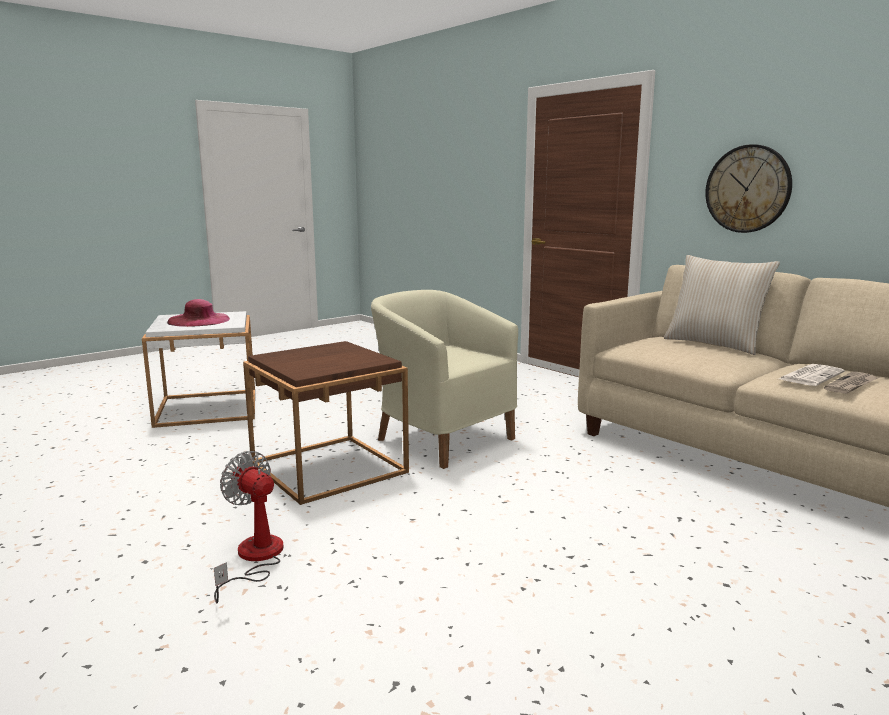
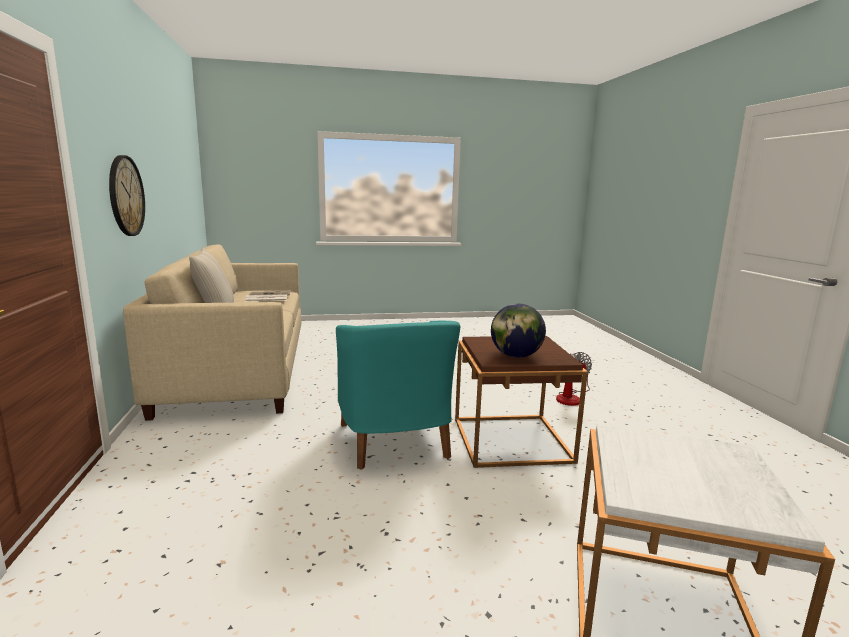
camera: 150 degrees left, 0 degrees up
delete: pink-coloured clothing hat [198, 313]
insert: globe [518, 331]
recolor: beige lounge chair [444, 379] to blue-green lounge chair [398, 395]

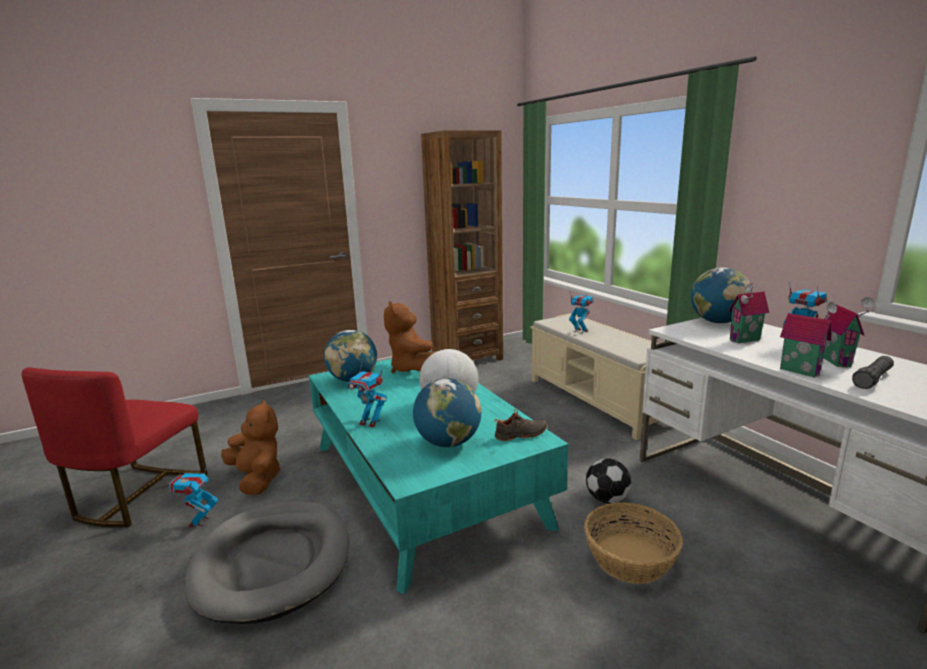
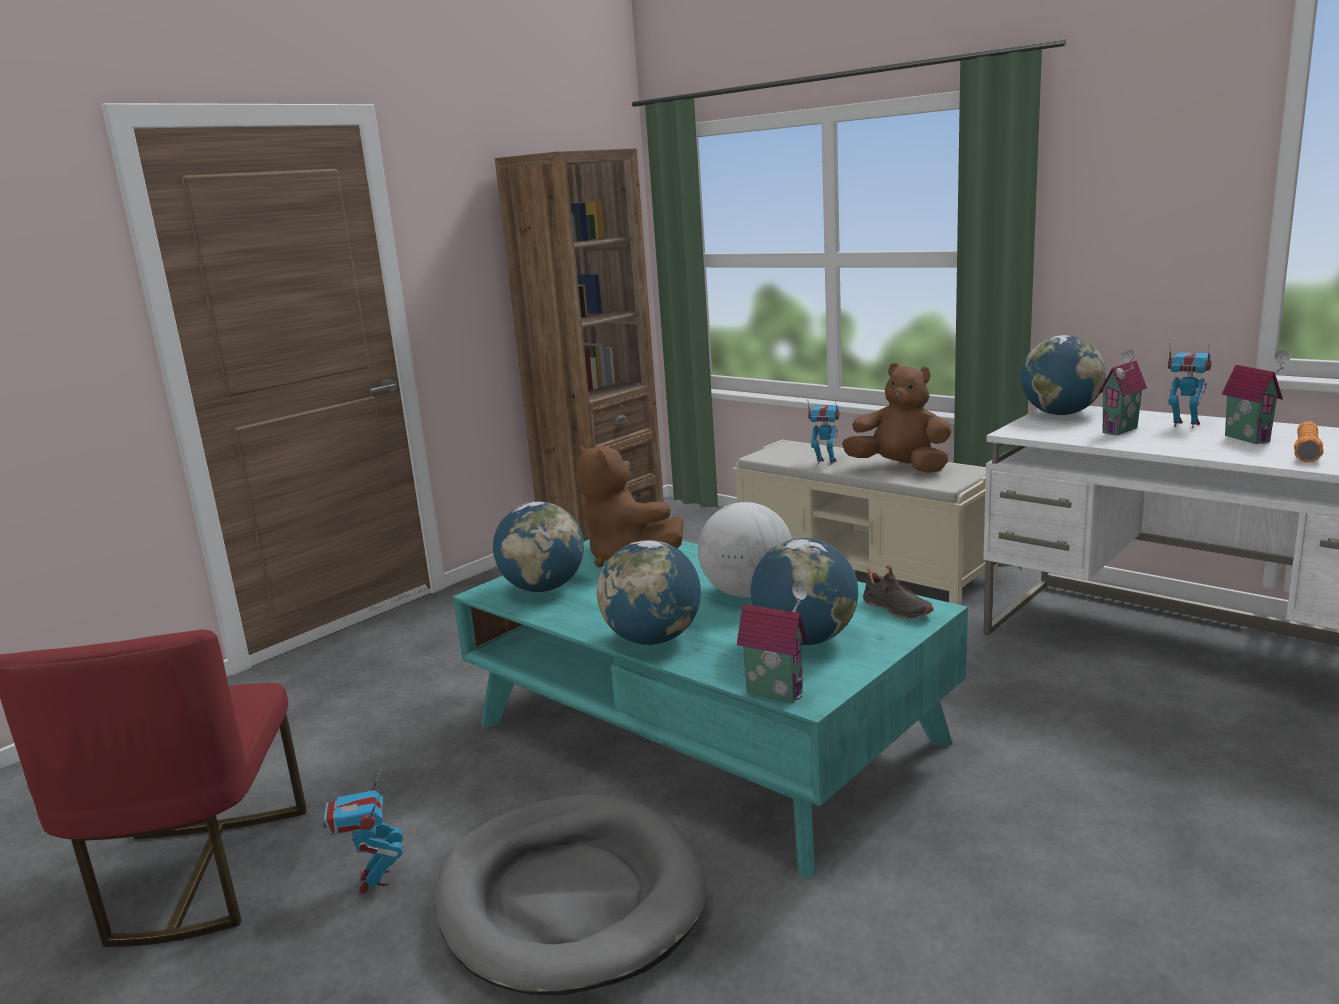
camera: 20 degrees left, 0 degrees up
delete: basket [633, 543]; football [608, 481]
move: brown-coloured cuddly toy [251, 447] to [897, 418]; toy house [809, 339] to [772, 642]
replace: model robot [367, 393] to globe [649, 592]
recolor: black-coloured torch [873, 372] to orange-coloured torch [1309, 441]
rotate: black-coloured item of footwear [520, 425] = [898, 592] 90 degrees clockwise

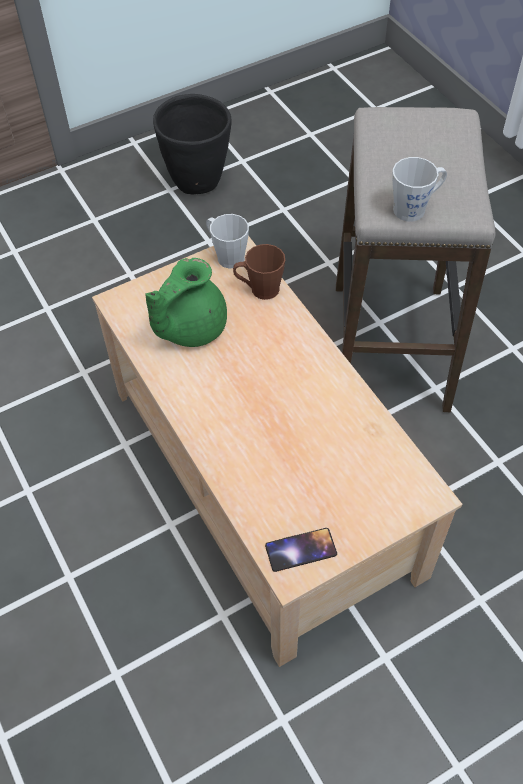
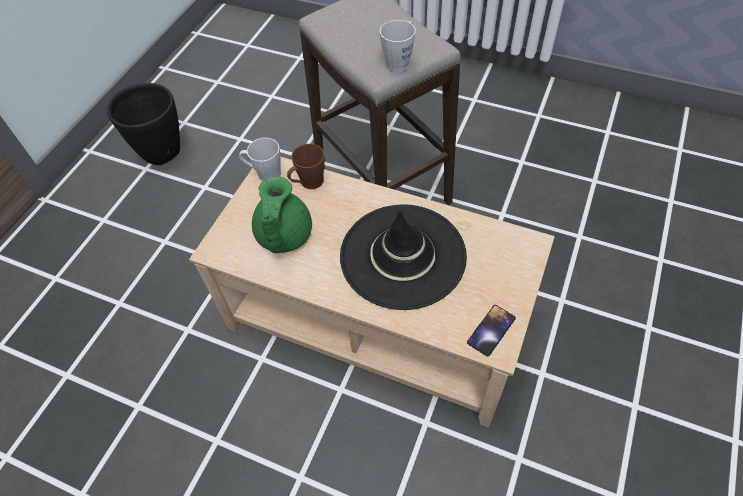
camera: 35 degrees left, 0 degrees up
insert: black-coloured clothing hat [403, 257]

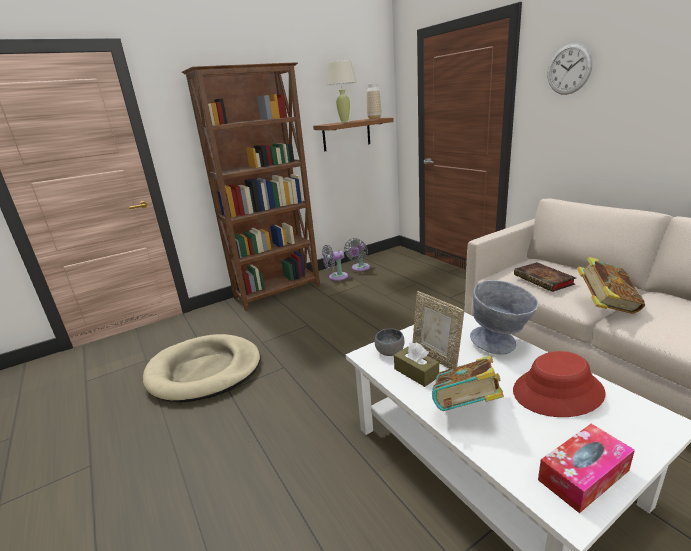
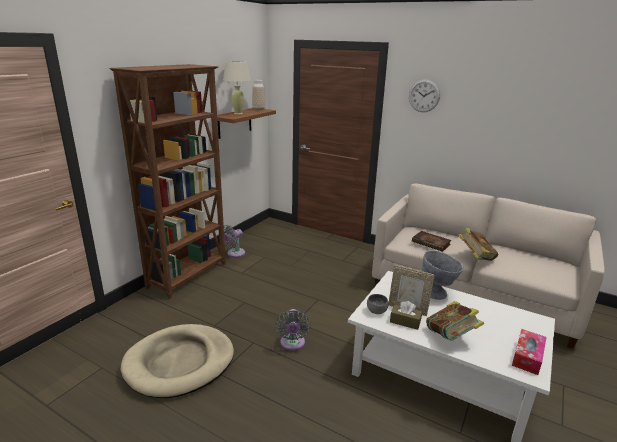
camera: 30 degrees left, 0 degrees up
delete: red clothing hat [559, 384]
move: gray cooling fan [357, 254] to [292, 329]

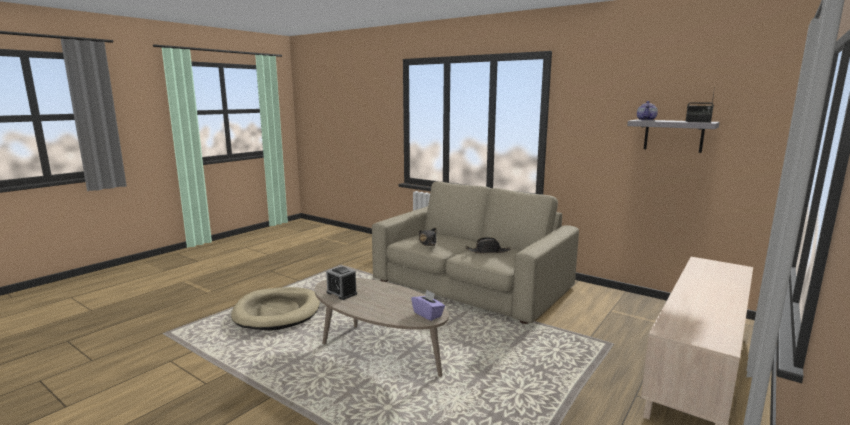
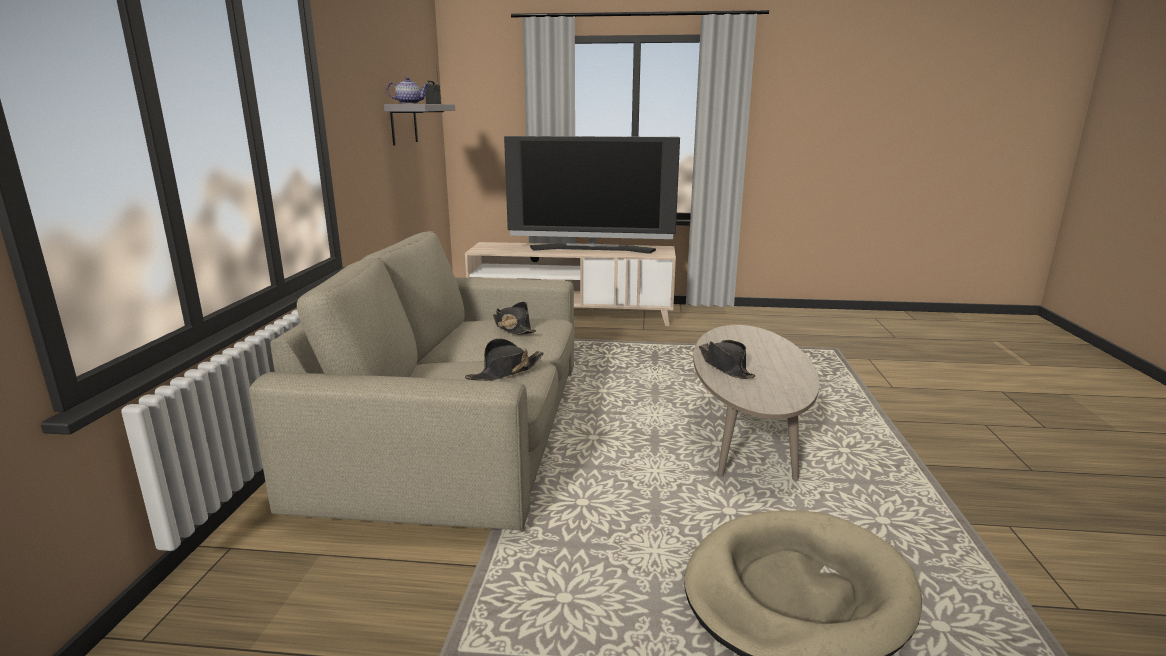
camera: 120 degrees left, 5 degrees up
delete: bedside clock [341, 283]; purplish box of tissues [428, 305]
insert: TV [592, 194]; black-coloured clothing hat [727, 359]

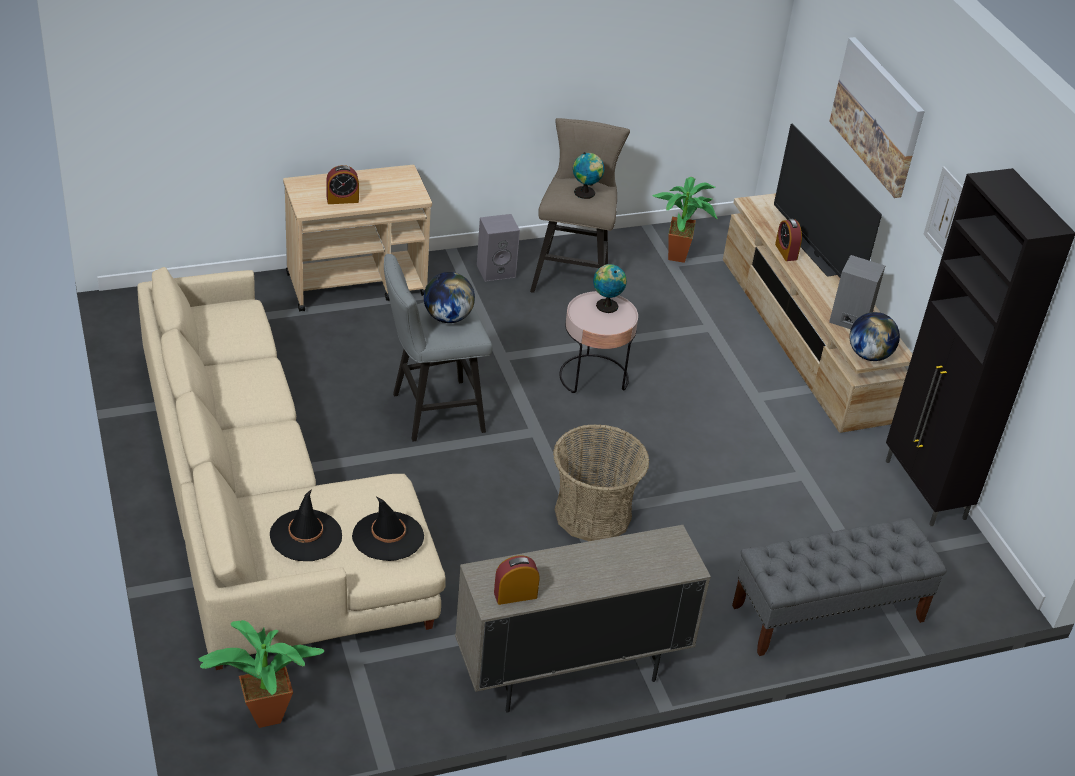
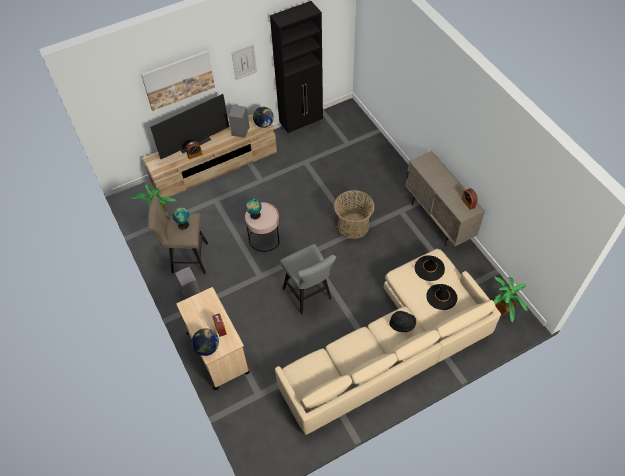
camera: 95 degrees left, 15 degrees up
delete: gray bench [839, 587]
insert: black-coloured clothing hat [402, 321]
move: globe [449, 297] to [205, 342]

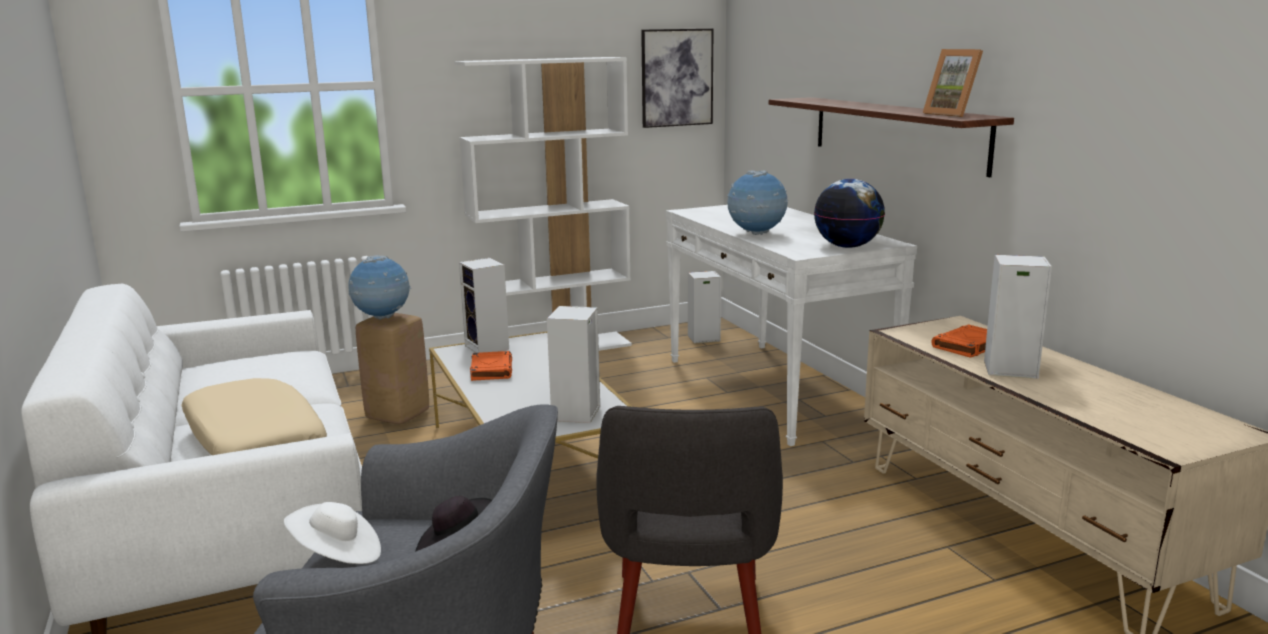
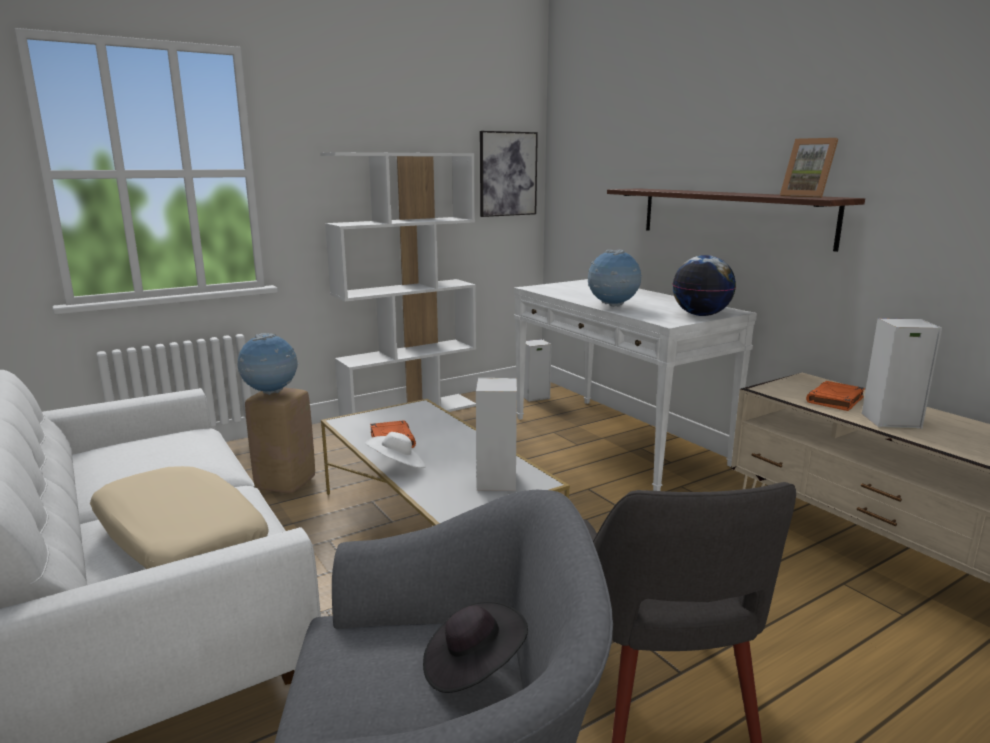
camera: 10 degrees left, 0 degrees up
delete: audio speaker [484, 305]
move: white clothing hat [332, 533] to [395, 450]

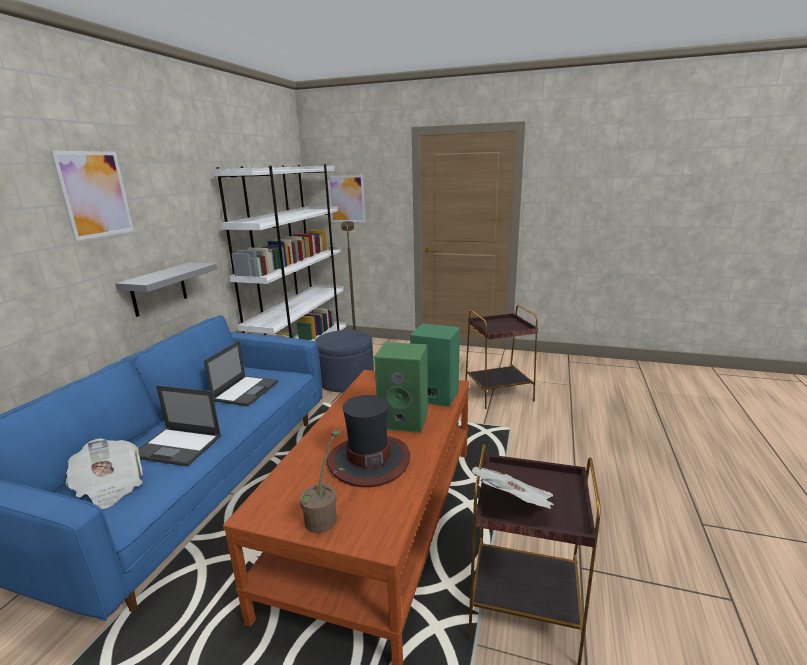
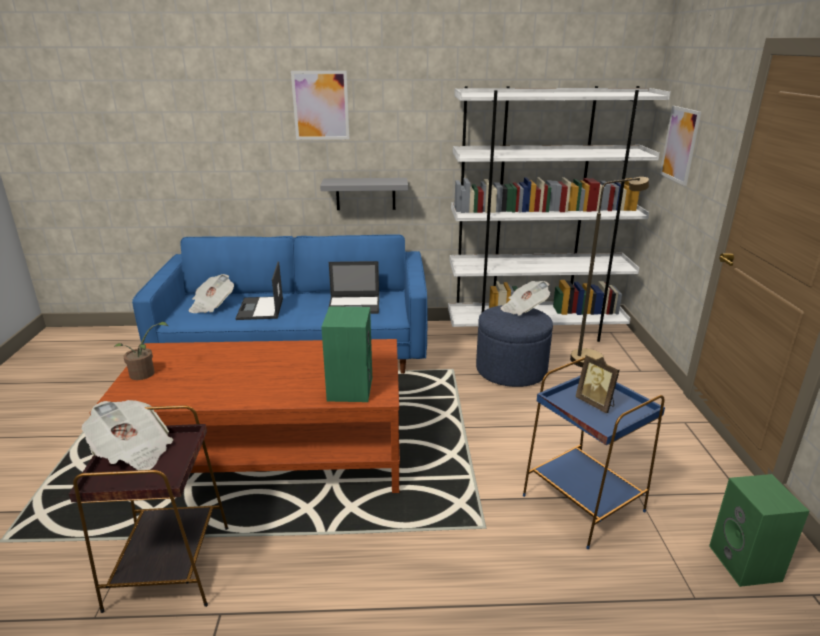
camera: 70 degrees right, 5 degrees up
delete: clothing hat [368, 441]
insert: newspaper [525, 298]; standing frame [597, 384]
move: green audio speaker [401, 387] to [759, 530]
recolor: brown-coloured end table [501, 357] to bluish end table [594, 453]

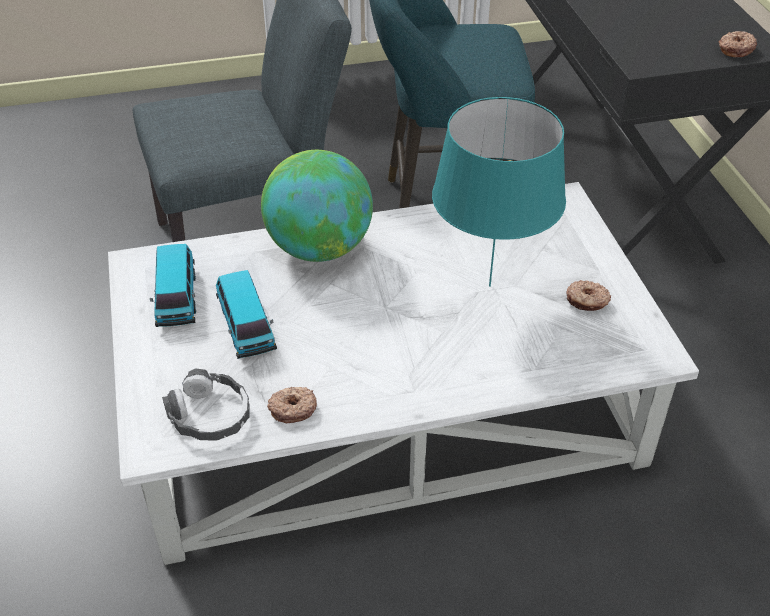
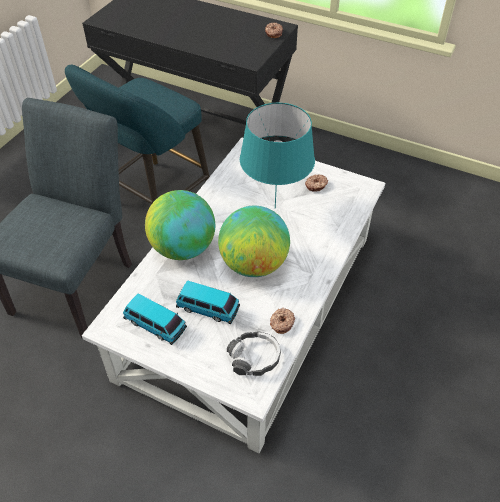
camera: 50 degrees left, 5 degrees up
insert: globe [254, 241]

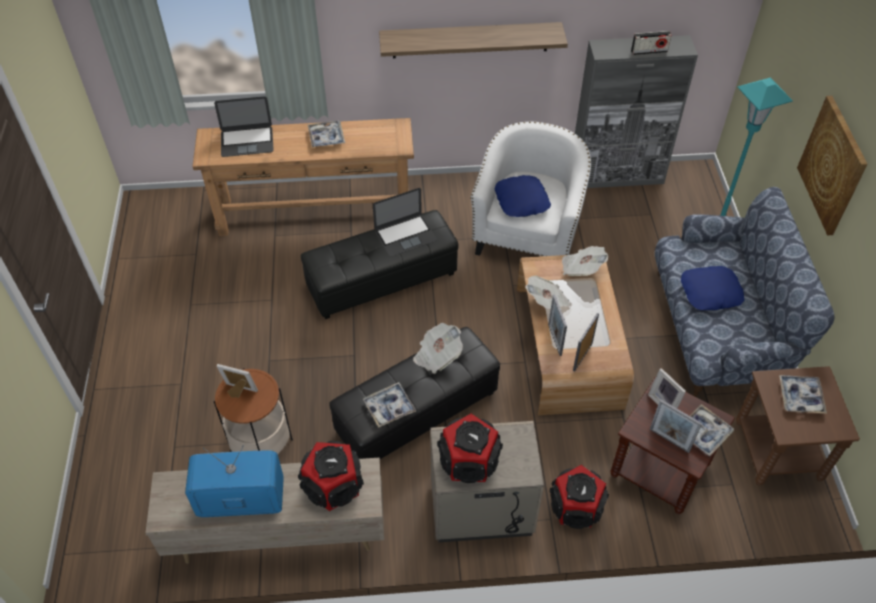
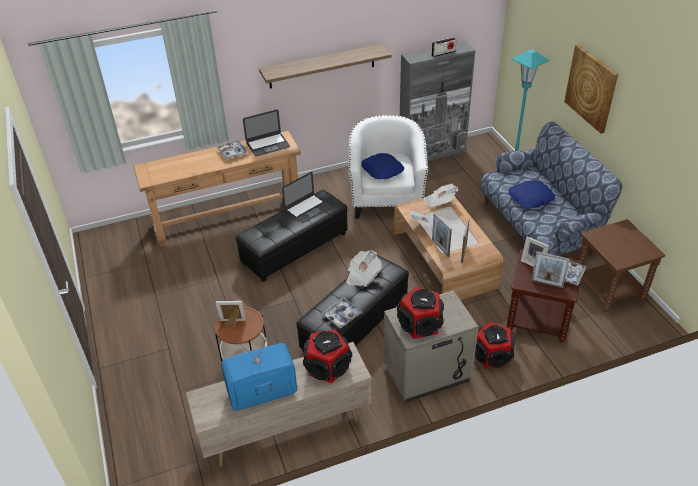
camera: 15 degrees left, 10 degrees down
delete: carrying tray [803, 394]
move: notebook computer [244, 126] to [266, 133]

